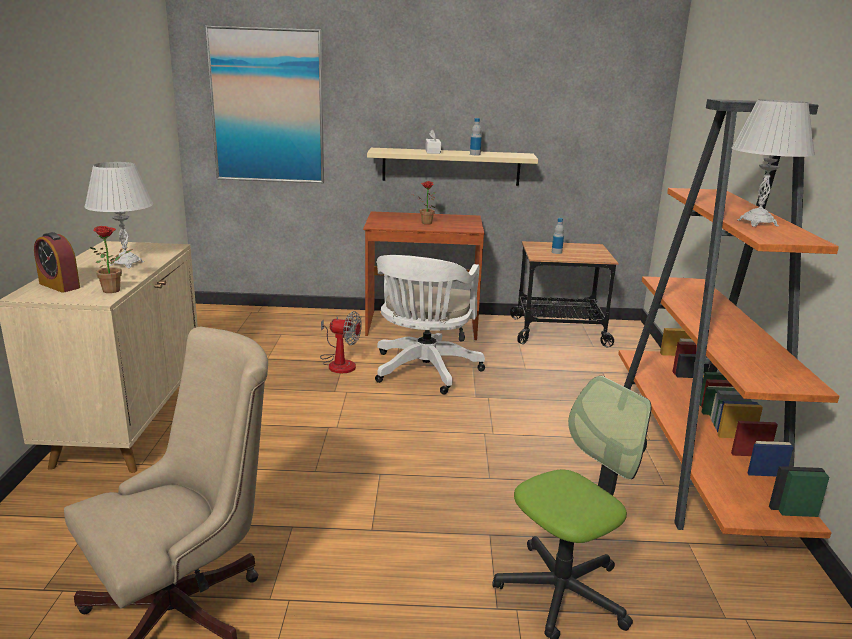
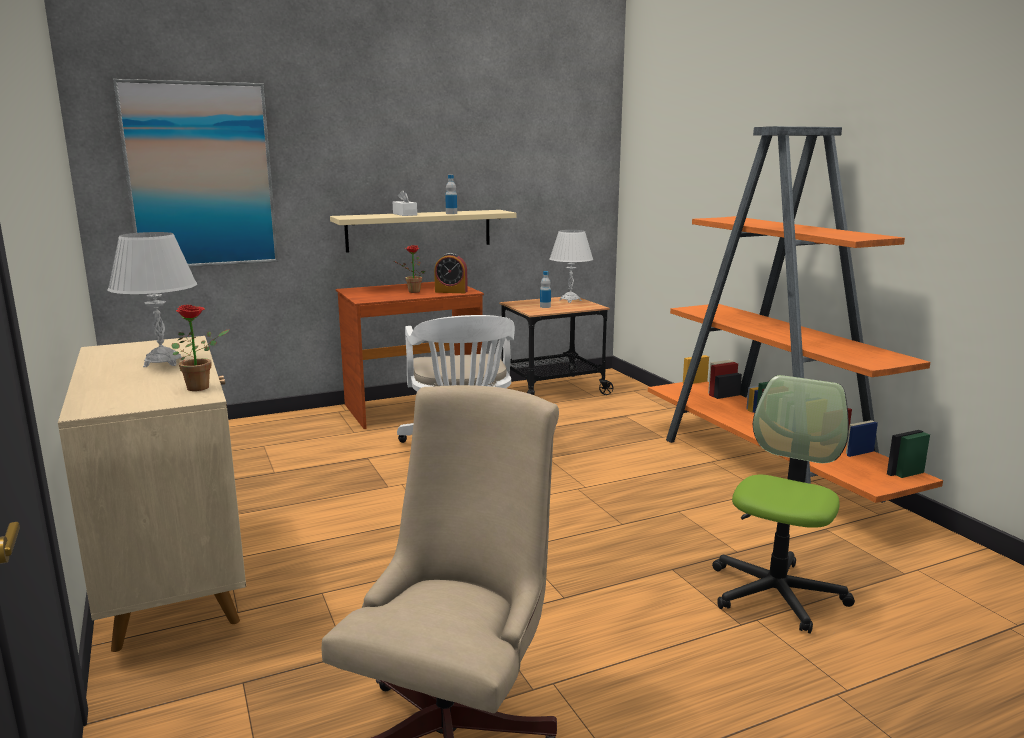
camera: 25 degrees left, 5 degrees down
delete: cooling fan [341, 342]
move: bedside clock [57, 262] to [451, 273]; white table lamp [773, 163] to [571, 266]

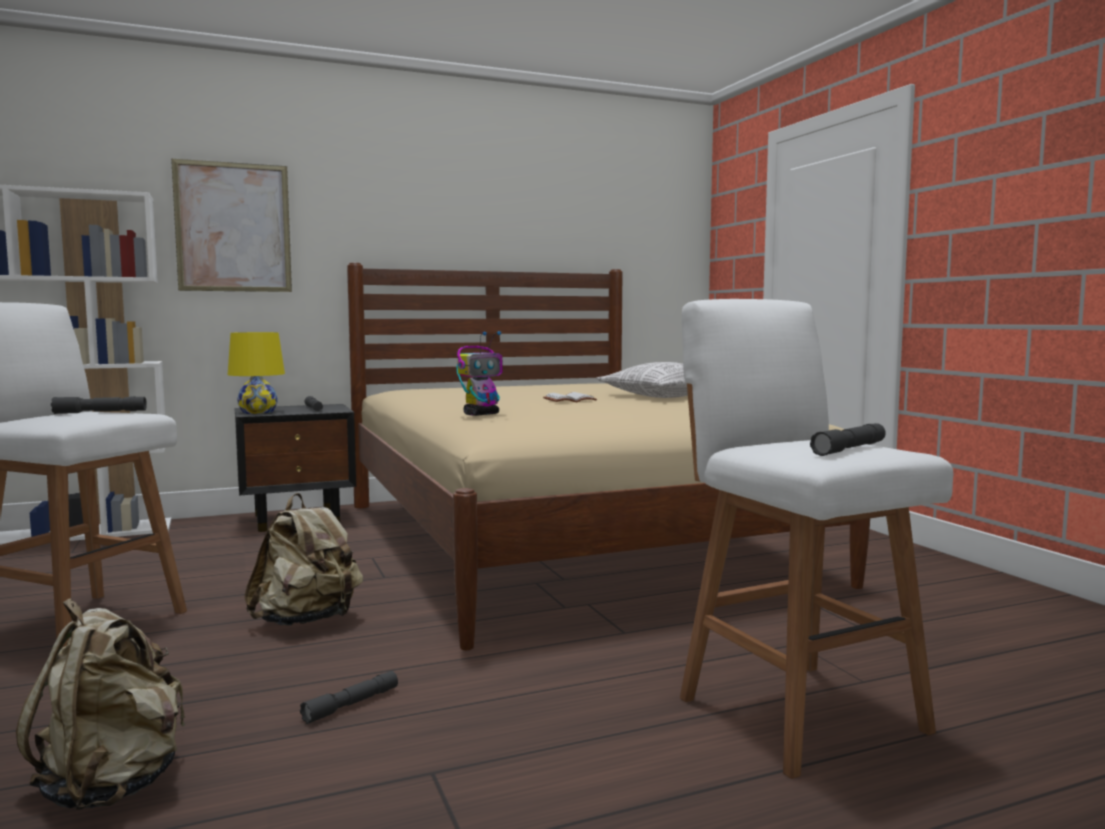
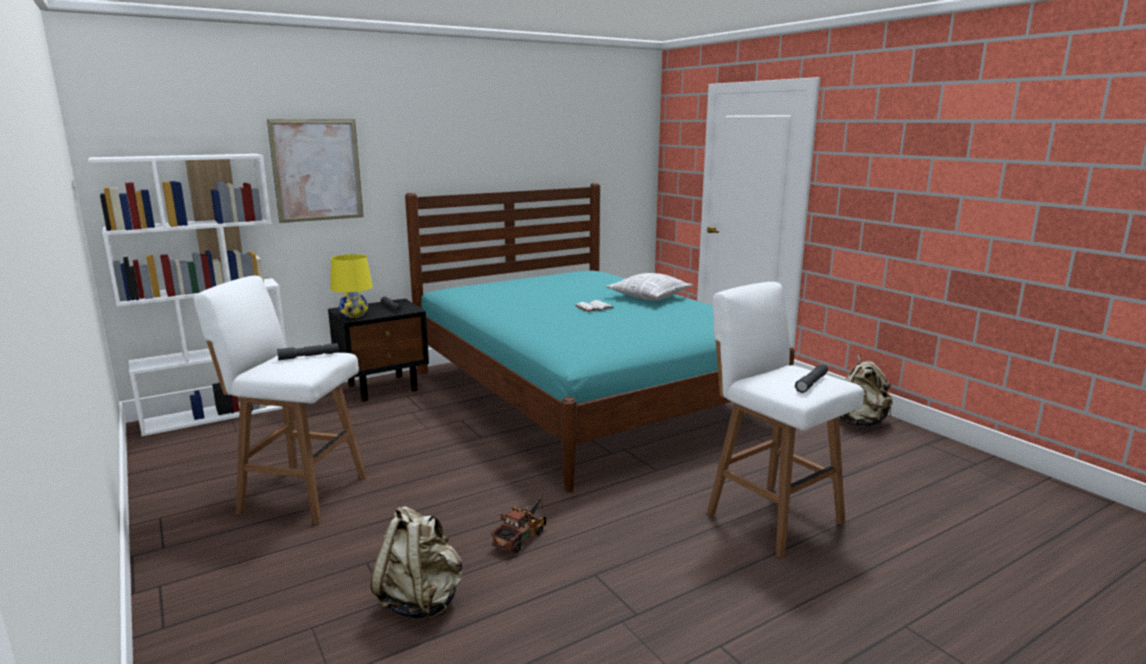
camera: 10 degrees left, 10 degrees up
delete: model robot [480, 373]
move: beige knapsack [303, 559] to [866, 391]
replace: gray torch [349, 697] to toy truck [519, 525]
recolor: beige bedroom bed [608, 457] to blue-green bedroom bed [600, 338]

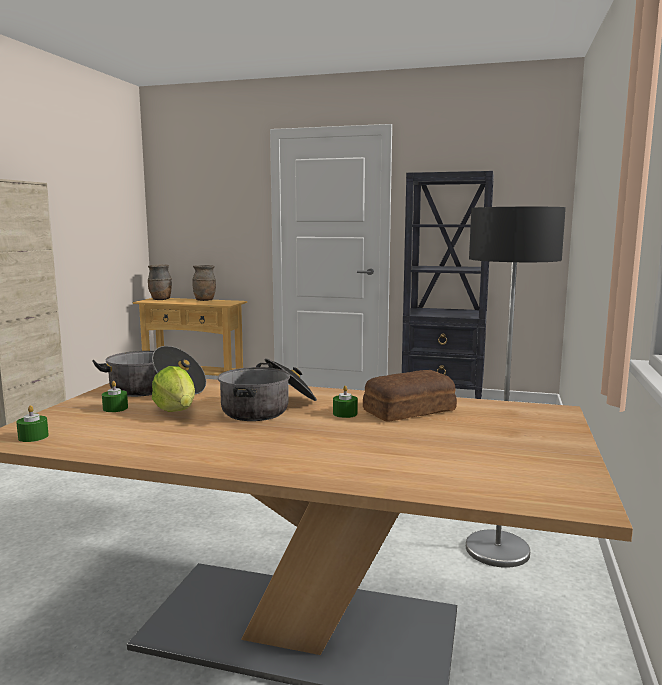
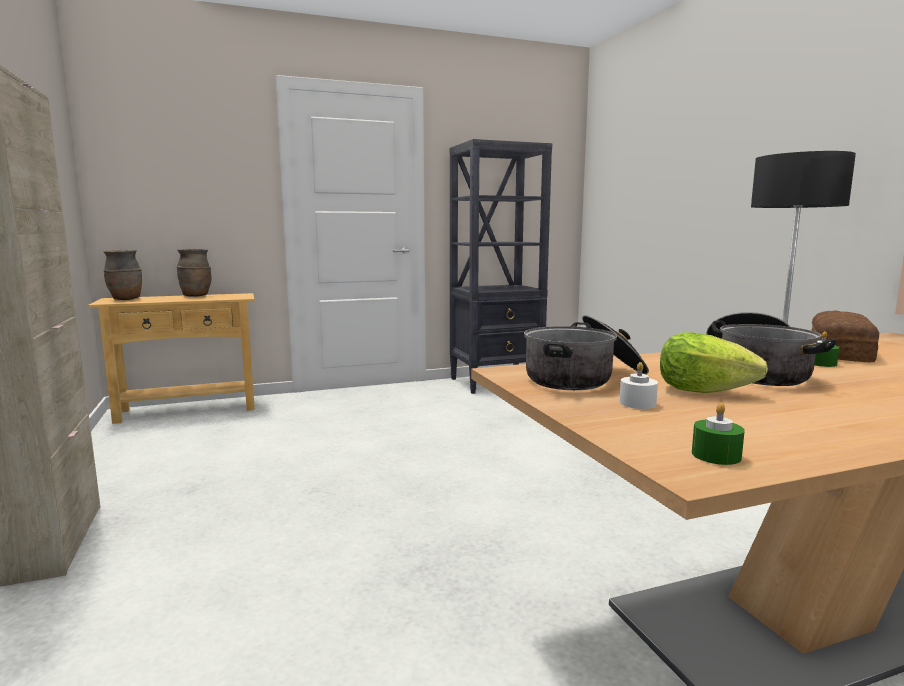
camera: 35 degrees left, 0 degrees up
recolor: green wax candle [115, 396] to white wax candle [638, 385]

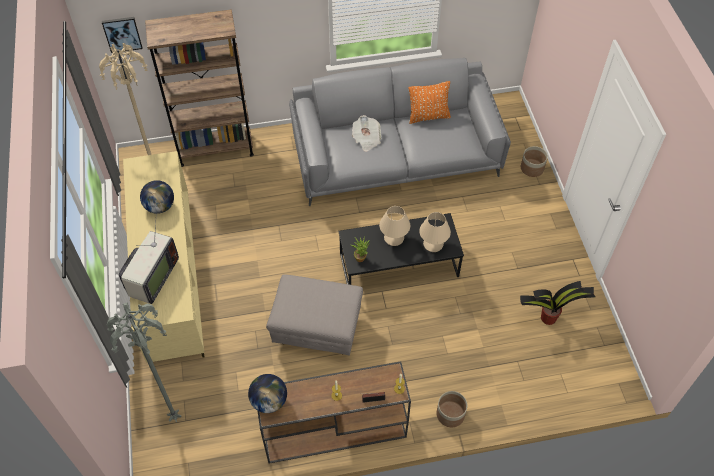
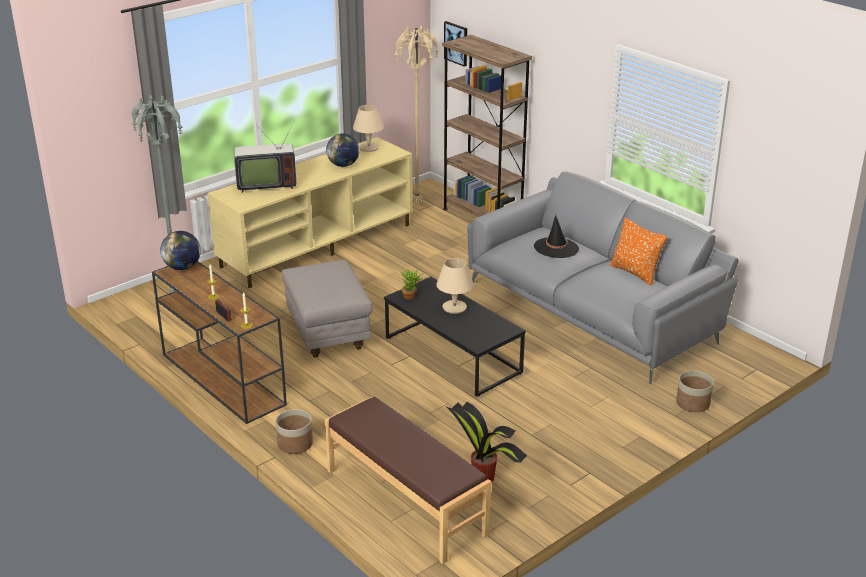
camera: 60 degrees right, 25 degrees down
insert: brown-coloured bench [408, 480]
move: beige table lamp [435, 232] to [368, 128]
replace: newspaper [366, 133] to black-coloured clothing hat [556, 236]

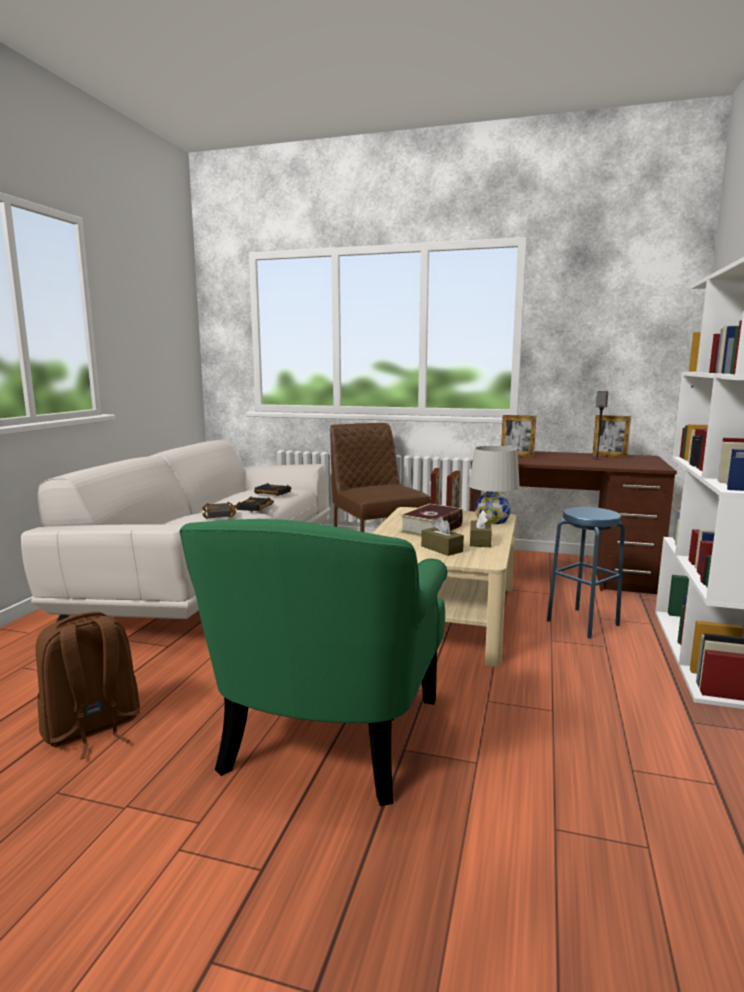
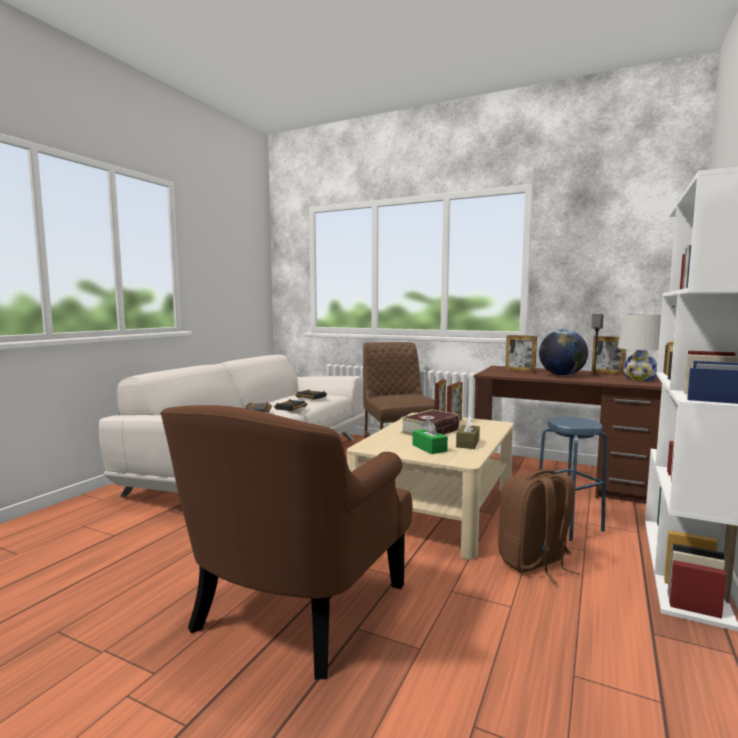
camera: 10 degrees right, 5 degrees down
insert: globe [563, 353]
move: brown-coloured knapsack [88, 685] to [539, 527]; white table lamp [494, 485] to [639, 347]
recolor: green lounge chair [314, 662] to brown-coloured lounge chair [286, 542]; brown-coloured box of tissues [442, 536] to green box of tissues [430, 436]

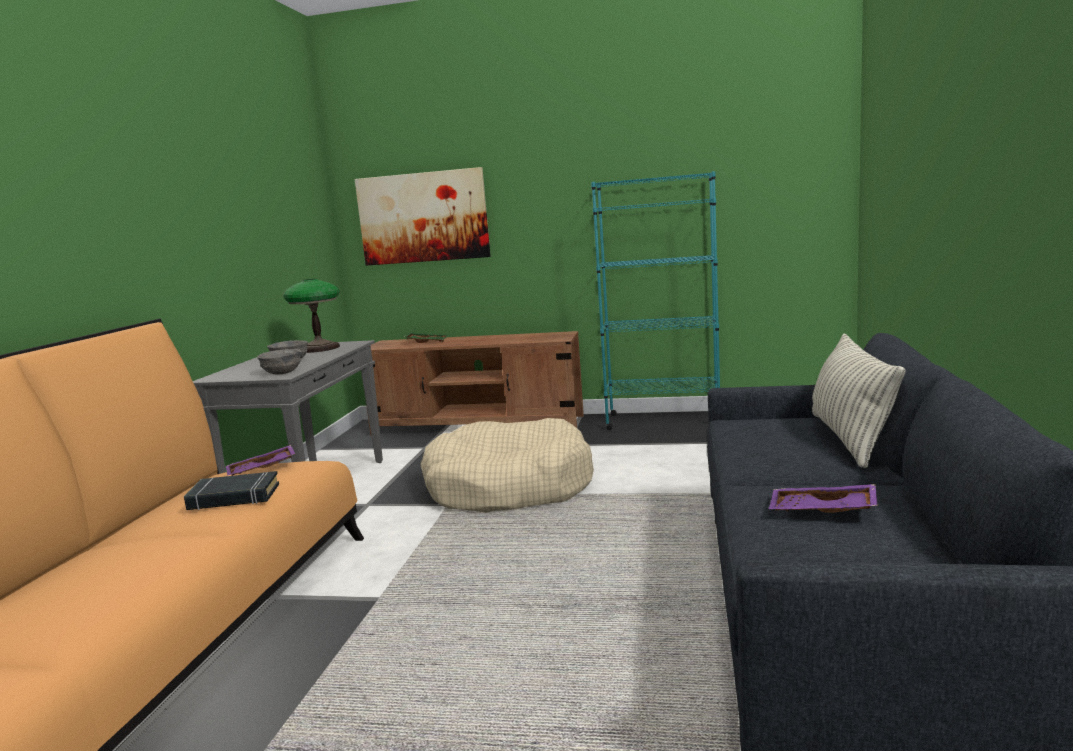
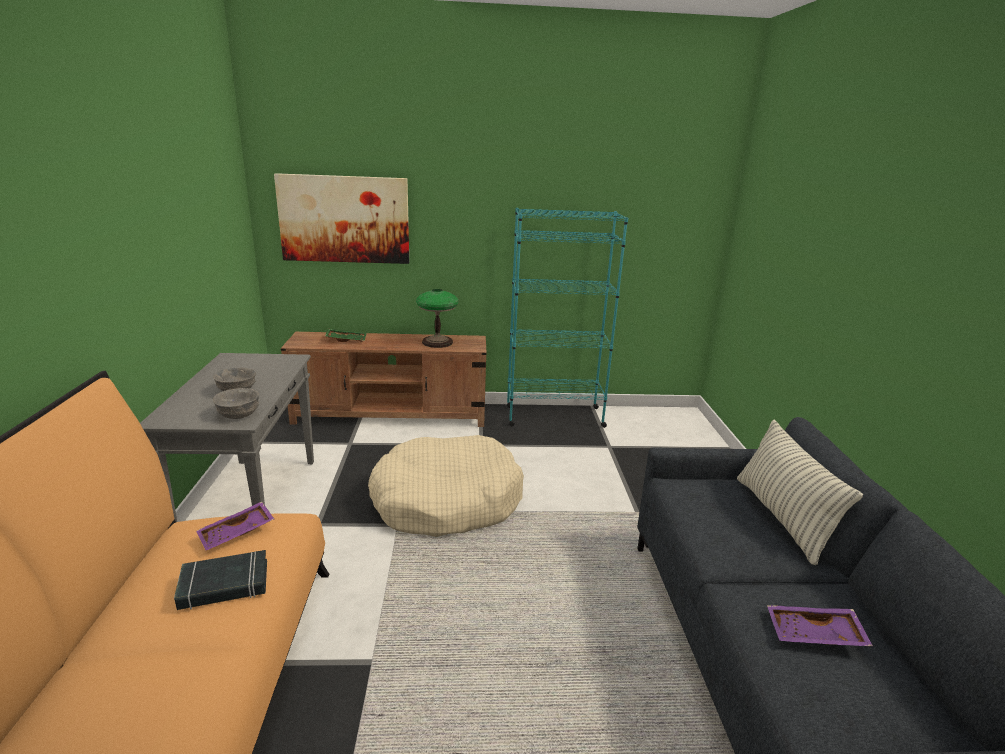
camera: 15 degrees left, 10 degrees up
move: table lamp [311, 316] to [437, 318]

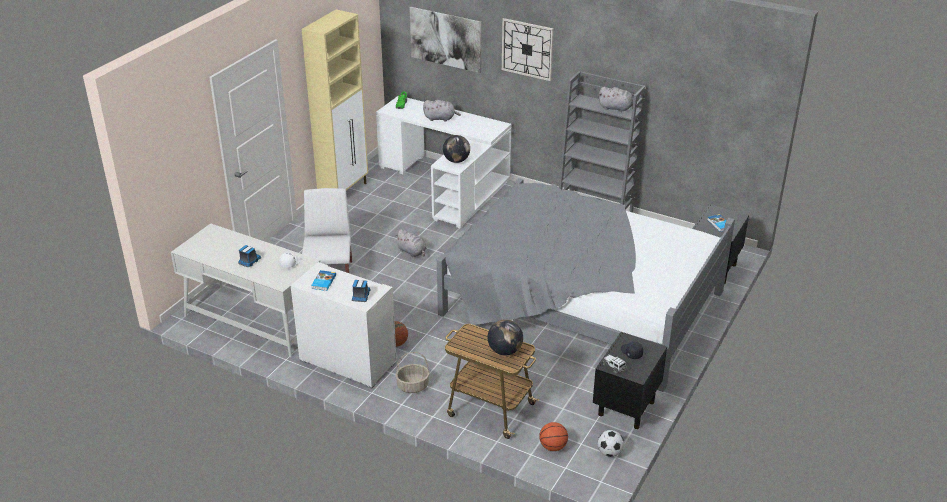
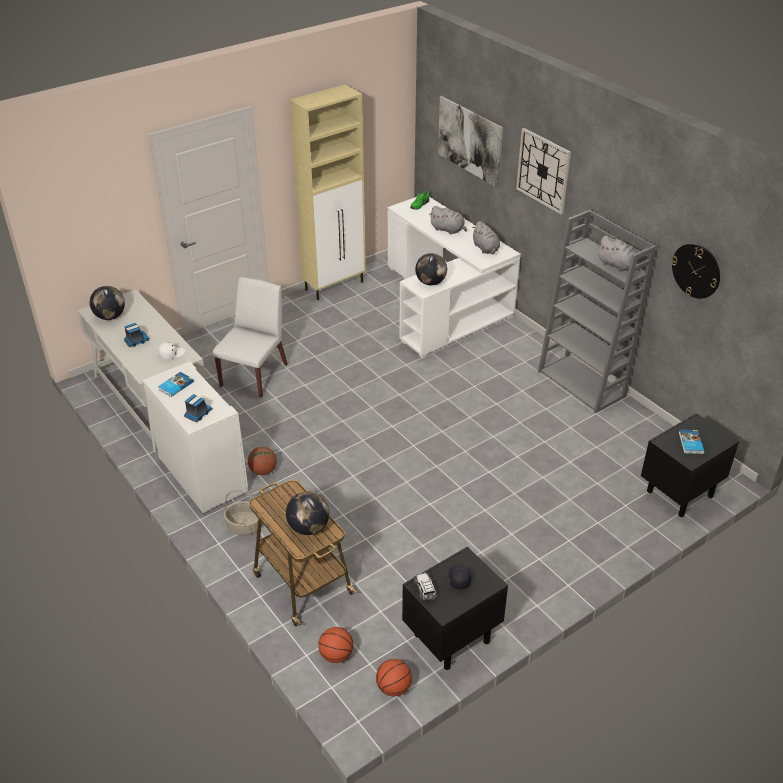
camera: 25 degrees right, 5 degrees up
delete: gray bedroom bed [586, 285]
insert: globe [107, 303]; wall clock [695, 271]
move: gray cuddly toy [411, 243] to [486, 237]
replace: football [611, 443] to basketball [394, 677]

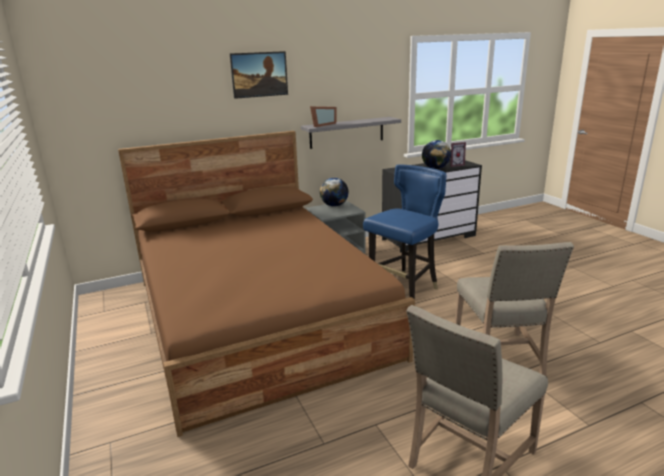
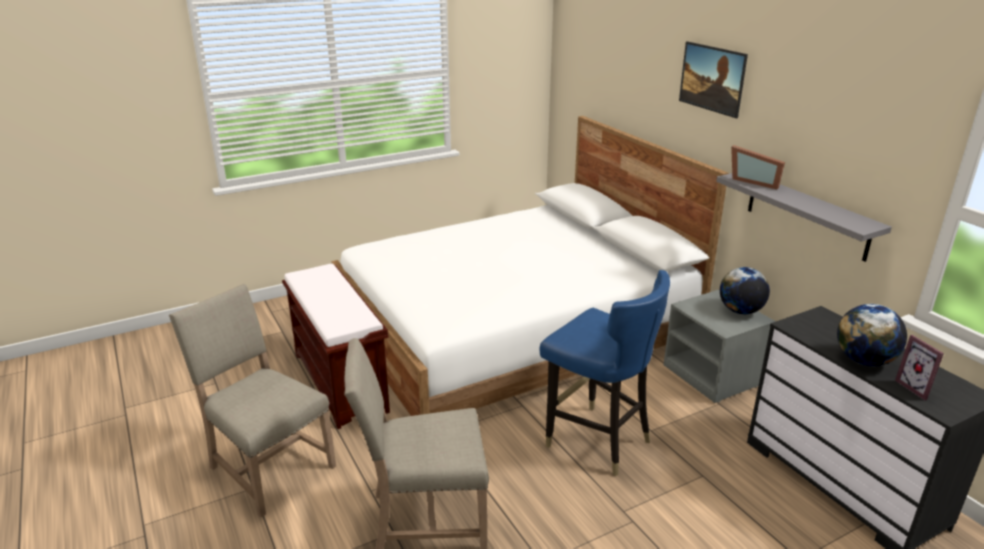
camera: 85 degrees right, 5 degrees up
insert: brown-coloured bench [336, 346]
recolor: brown-coloured bedroom bed [266, 284] to white bedroom bed [530, 266]

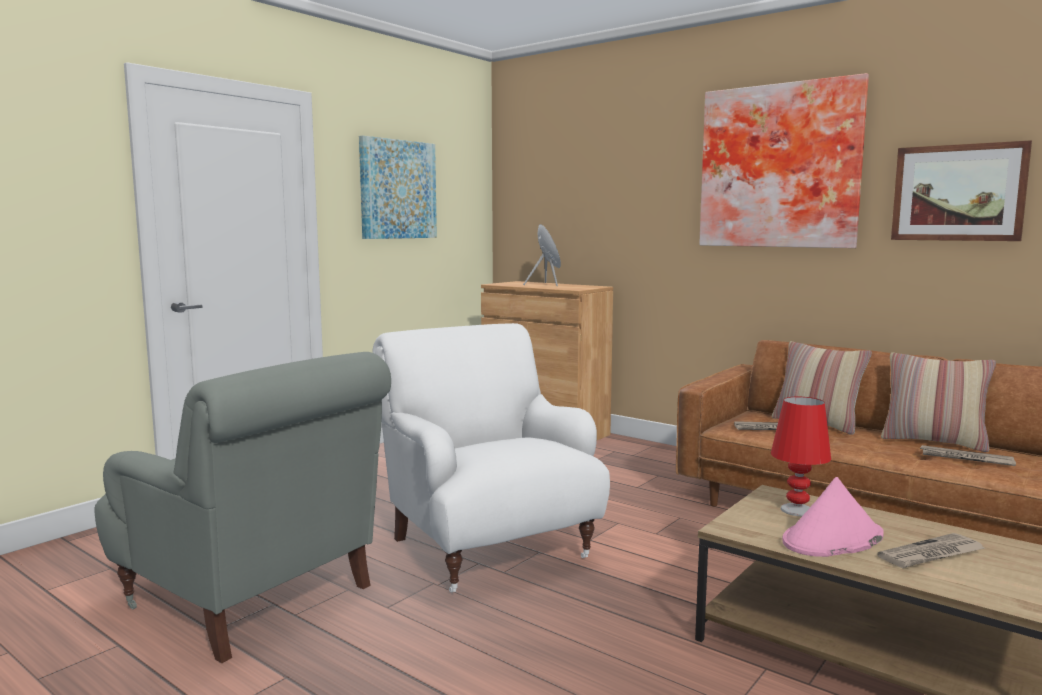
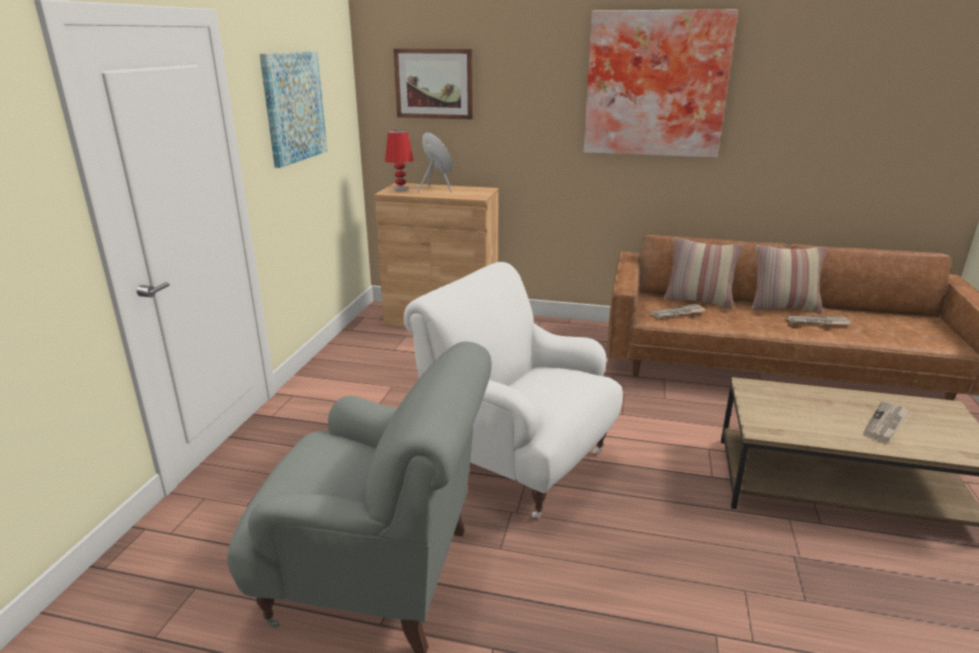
camera: 25 degrees left, 15 degrees up
delete: pink-coloured clothing hat [833, 517]
move: red table lamp [801, 456] to [399, 160]; wall picture [961, 190] to [433, 84]

